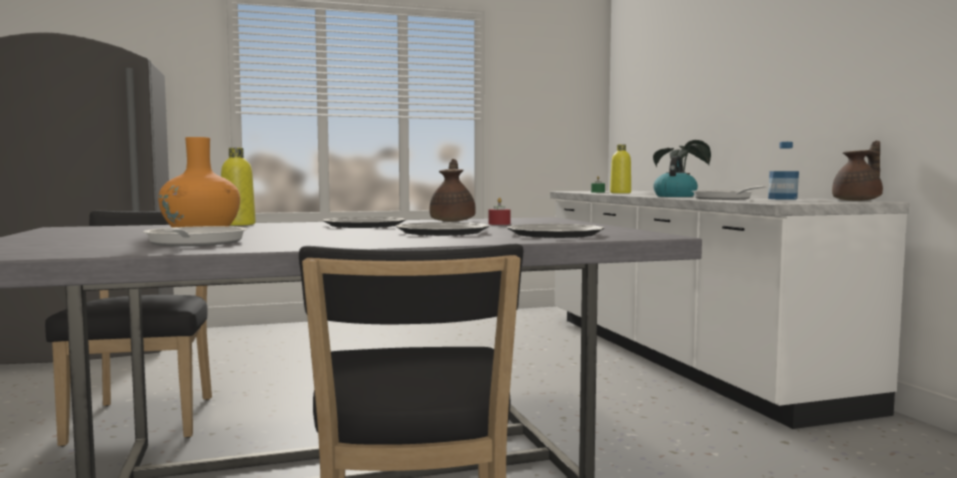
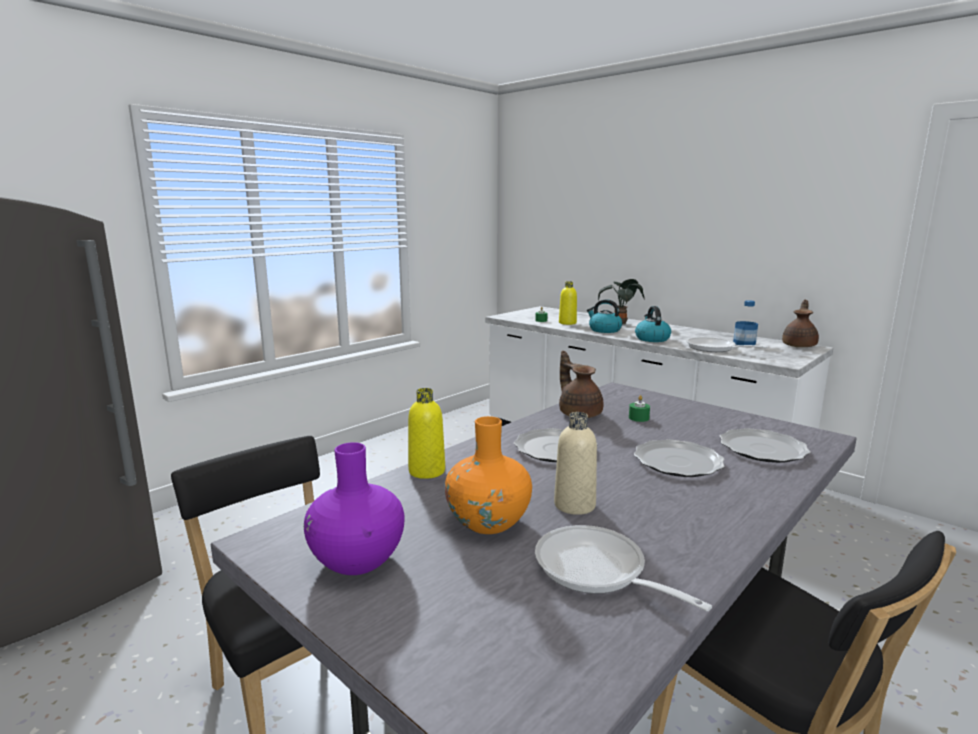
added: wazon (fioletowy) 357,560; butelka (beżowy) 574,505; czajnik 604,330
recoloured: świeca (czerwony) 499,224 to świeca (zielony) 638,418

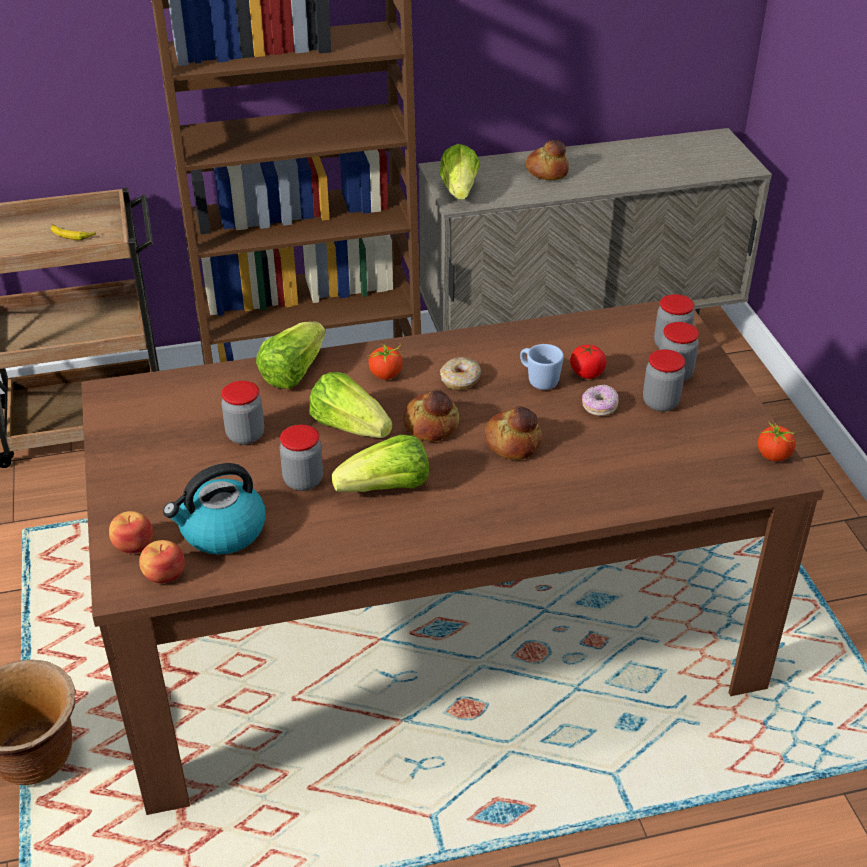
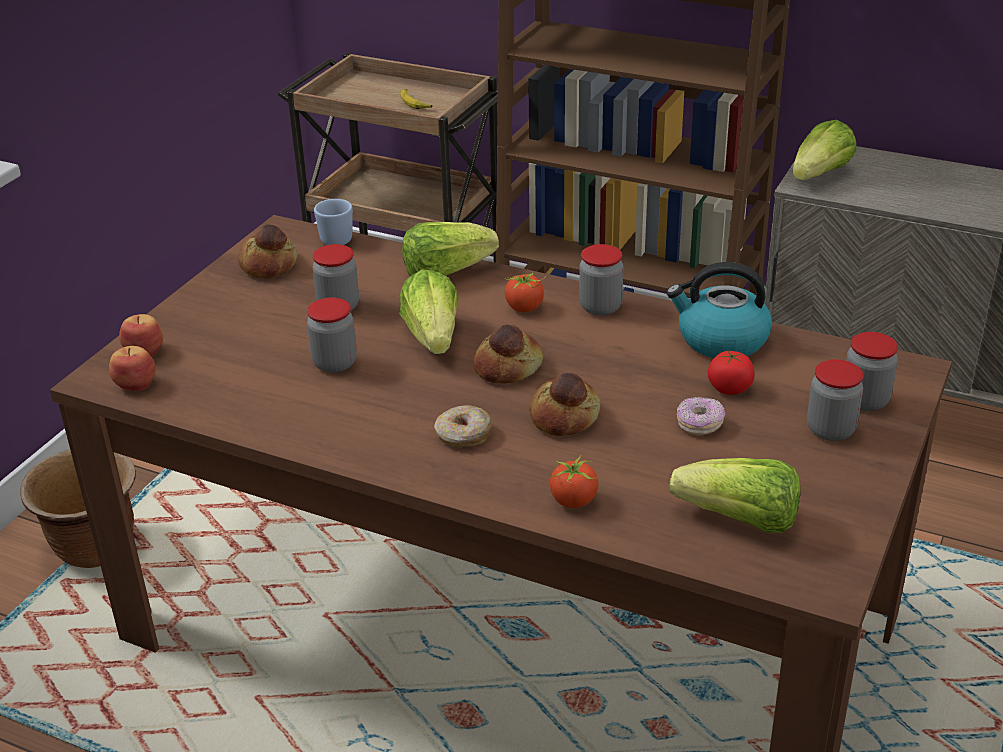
moved: czajnik 222,531 to 721,340; sałata 387,488 to 740,520; donut 460,380 to 463,435; kubek (niebieski) 538,380 to 336,237; chleb 547,171 to 269,265; słoik 660,403 to 600,307; pomidor 774,456 to 573,501

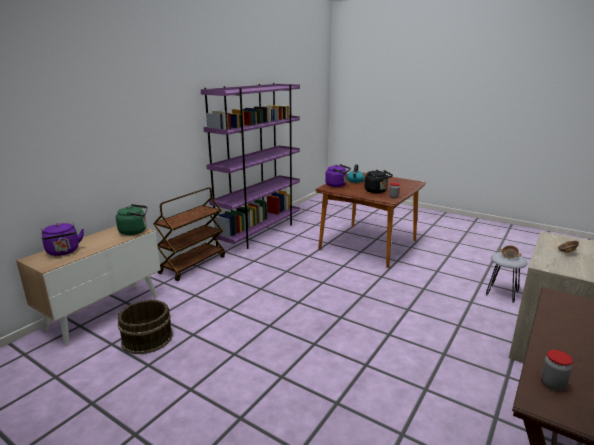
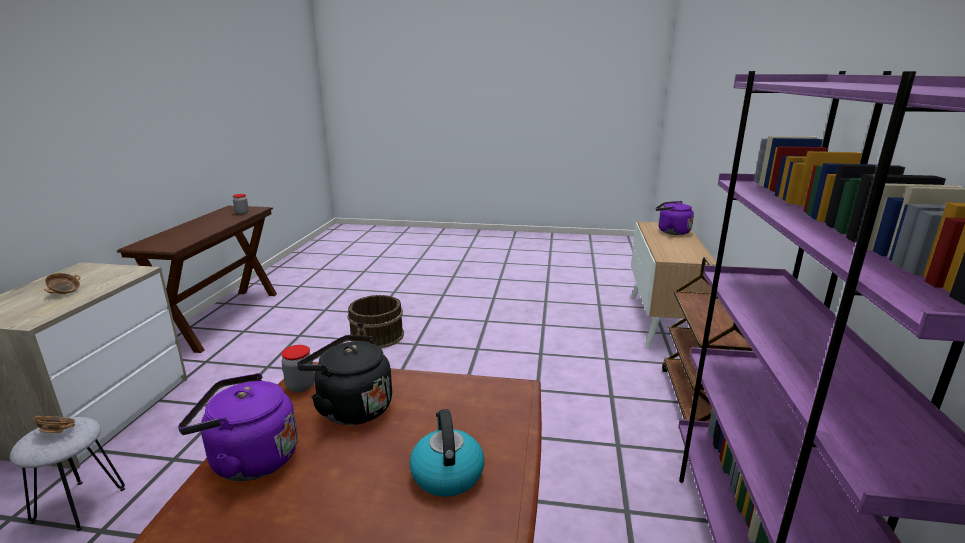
removed: czajnik (zielony) 135,231
moved: wiadro (brązowy) 147,338 to 377,336; czajnik (fioletowy) 337,185 to 249,459

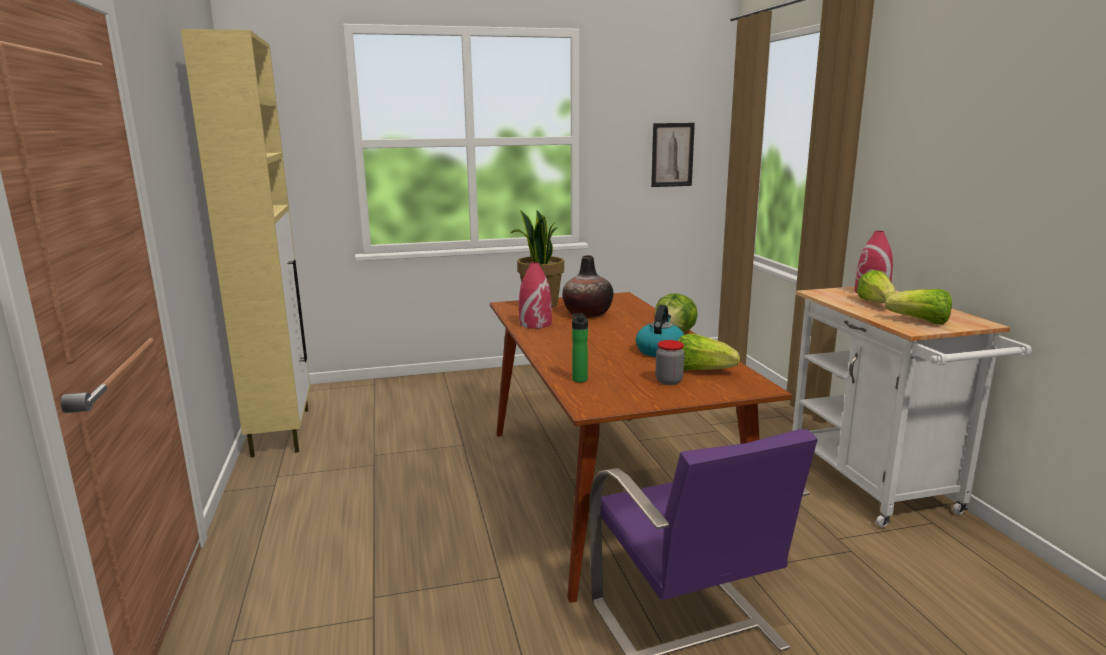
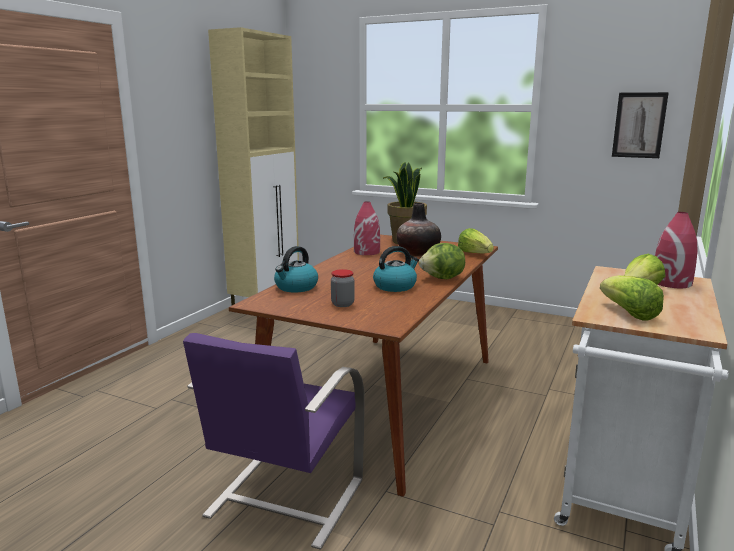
moved: sałata 701,370 to 475,254
replaced: butelka 579,378 to czajnik 296,287

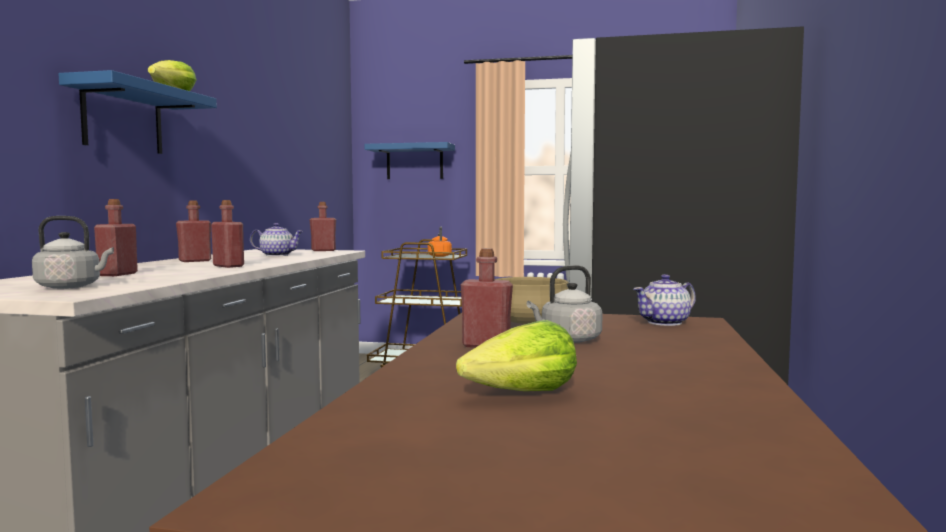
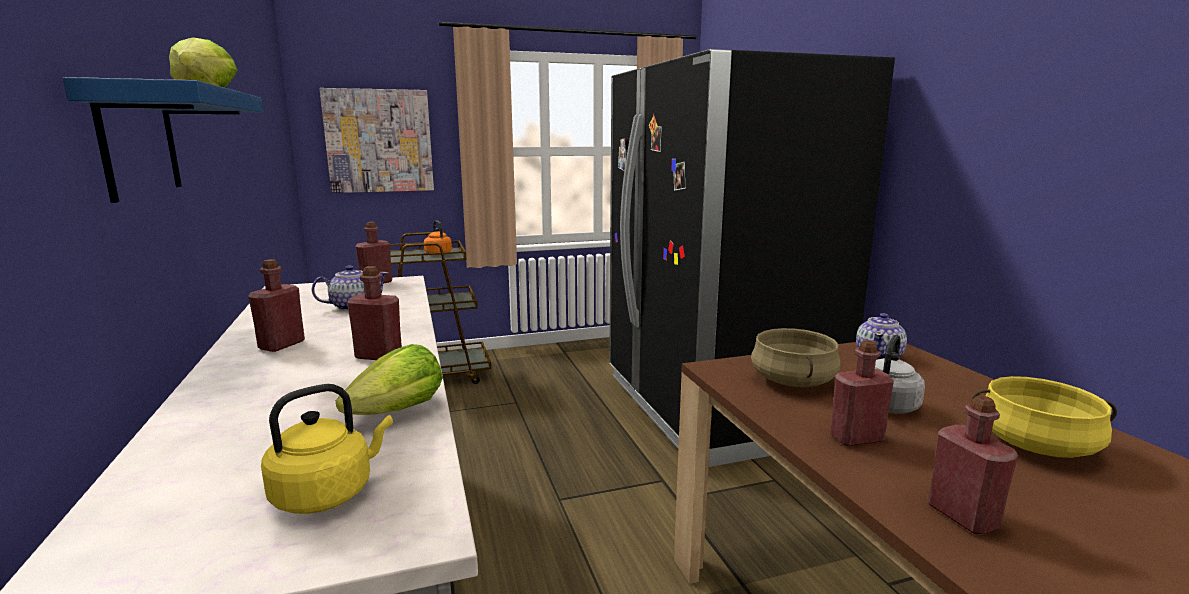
added: garnek (żółty) 1036,445
moved: butelka (czerwony) 117,274 to 962,516; sałata 523,394 to 398,412
replaced: półka (niebieski) 414,162 to obraz 379,141
recoloured: czajnik (szary) 72,287 to czajnik (żółty) 328,493

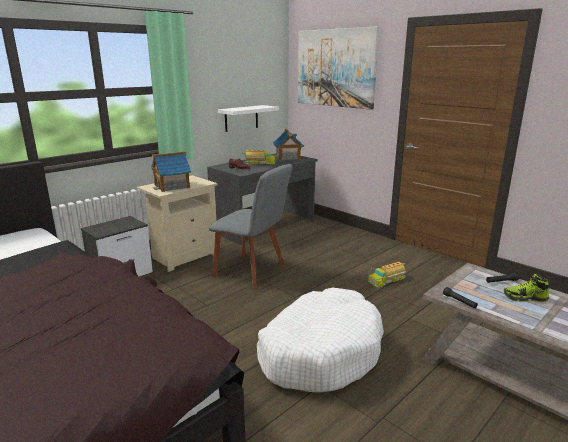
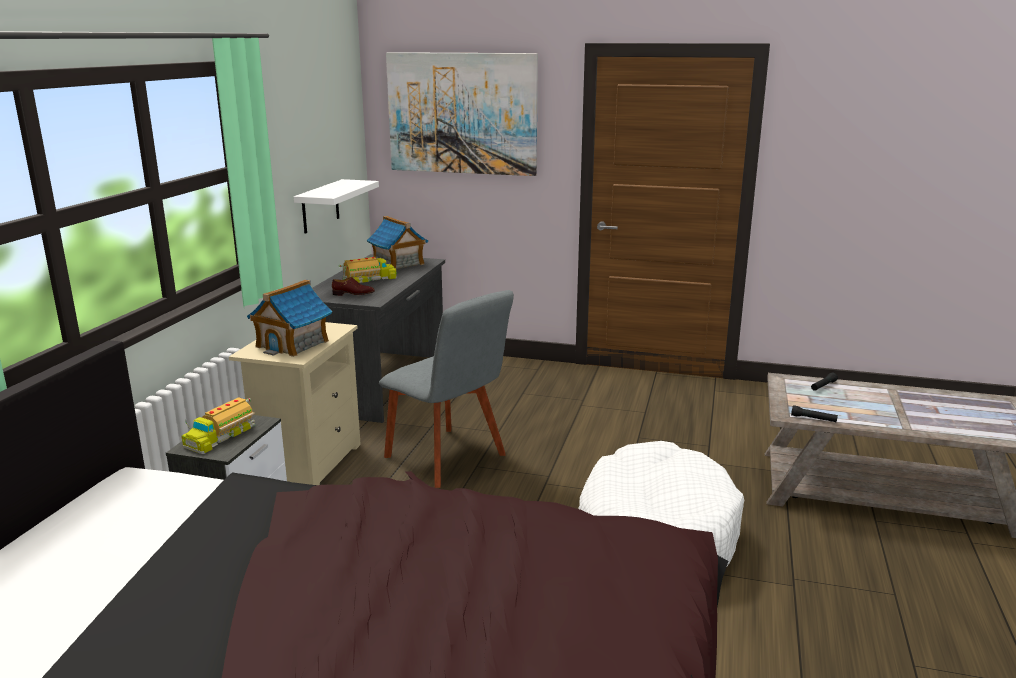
removed: but 525,298
moved: ciężarówka zabawkowa 386,279 to 220,436
turned: krzesło (szary) 252,272 = 449,458 45 degrees clockwise

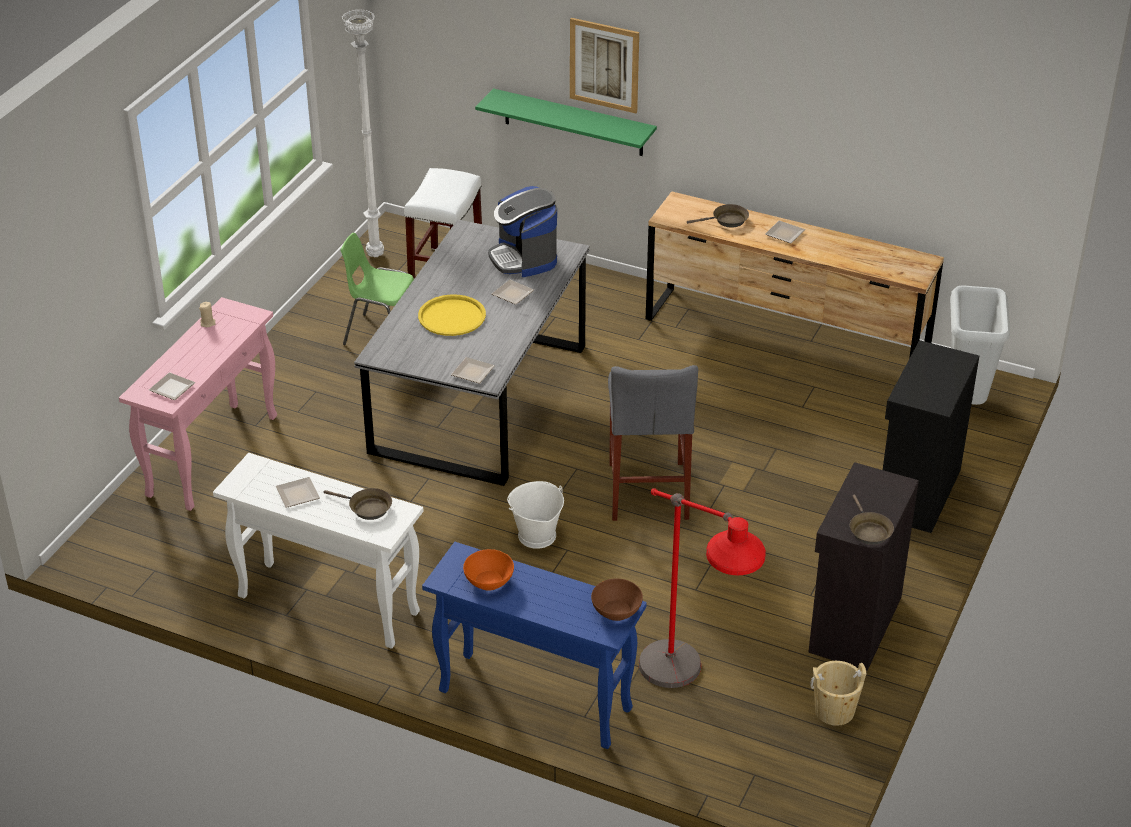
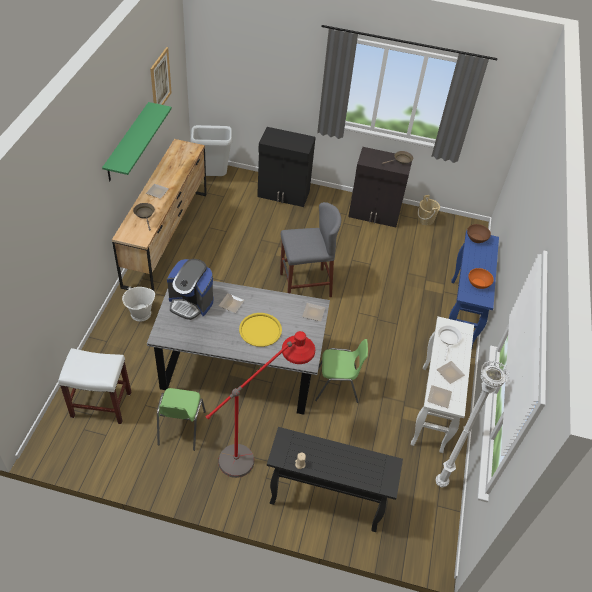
added: krzesło (zielony) 337,387
moved: talerz 172,387 to 438,398; lampa stojąca (biały) 375,255 to 440,483; półka (zielony) 573,123 to 127,142; wiadro (biały) 536,535 to 141,314; obraz 604,65 to 160,81; lampa stojąca (czerwony) 690,695 to 258,448
recoloured: stolik konsolowy (różowy) 213,455 to stolik konsolowy (czarny) 324,502; patelnia (brązowy) 367,508 to patelnia (biały) 448,339
turned: ekspres do kawy 524,258 = 191,303 60 degrees clockwise

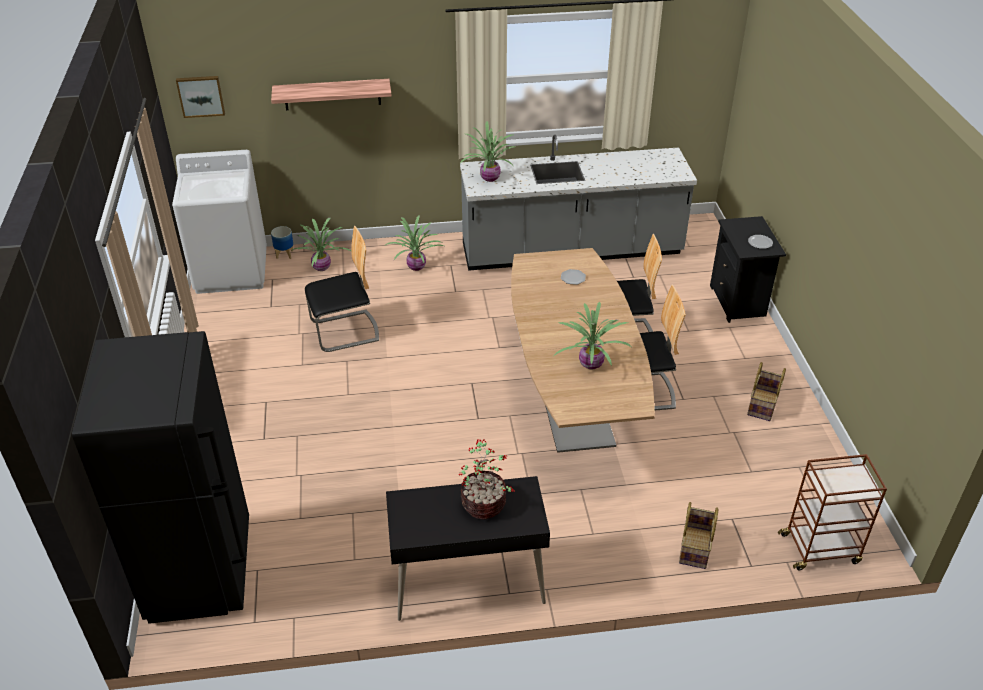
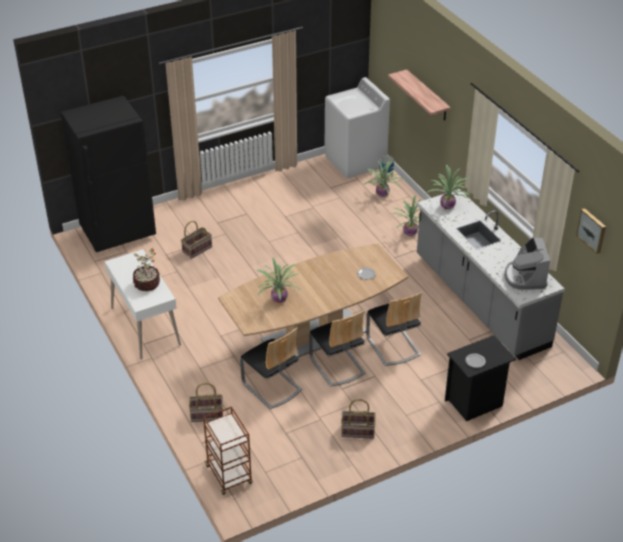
added: koszyk 197,249; ekspres do kawy 525,277
moved: obraz 201,96 to 592,230; krzesło 345,331 to 271,387
recoloured: biurko (czarny) 468,582 to biurko (biały) 145,326

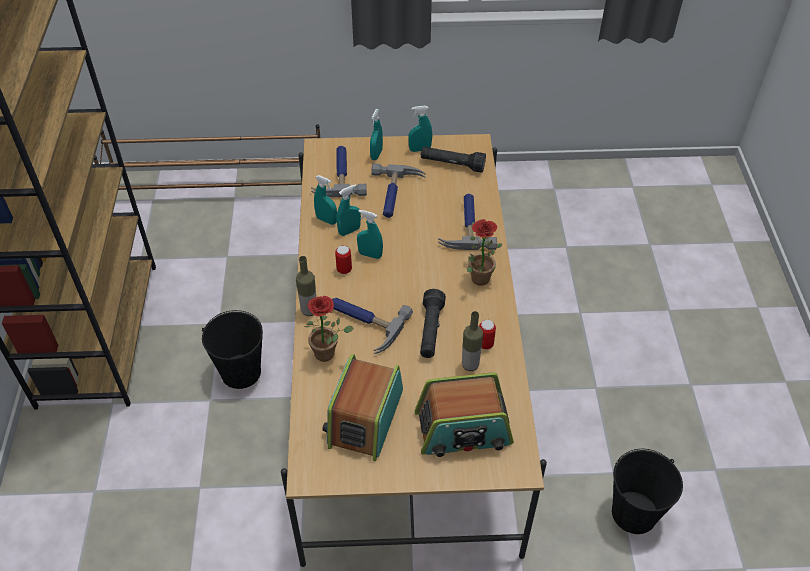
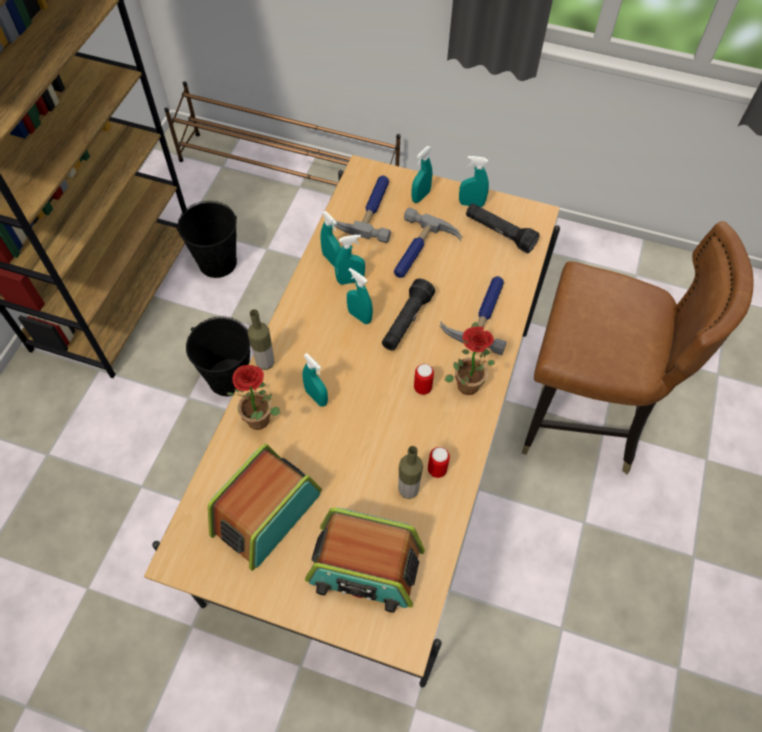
added: krzesło (brązowy) 580,419
moved: puszka 344,269 to 422,388; latarka (czarny) 430,330 to 406,322; wiadro (czarny) 634,513 to 218,262
replaced: młotek 364,323 to spryskiwacz (turkusowy) 316,397

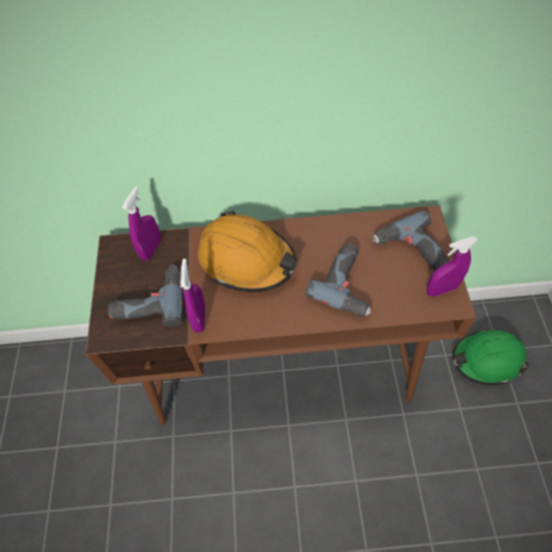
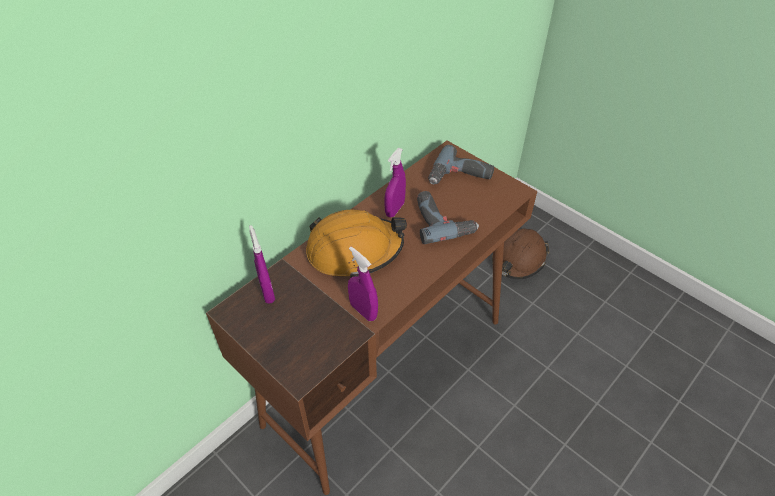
removed: wiertarka 149,300
moved: spryskiwacz (fioletowy) 441,289 to 395,209
recoloured: kask (zielony) 486,360 to kask (brązowy) 518,260

